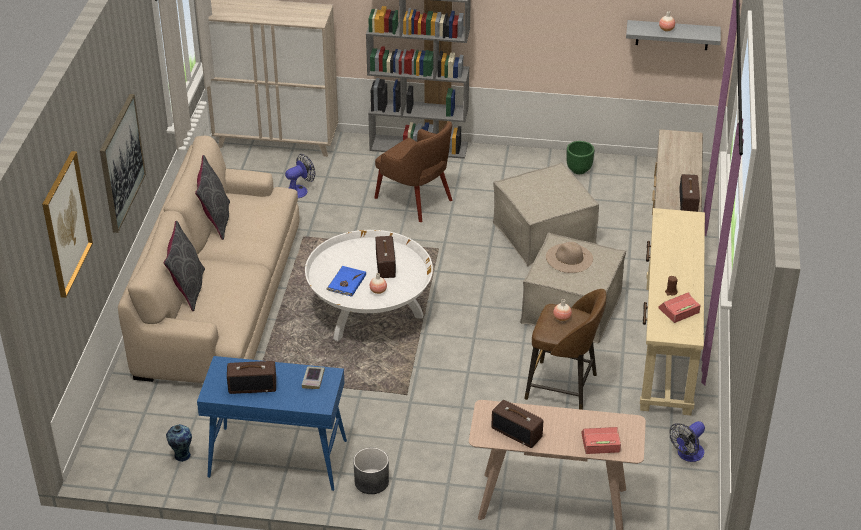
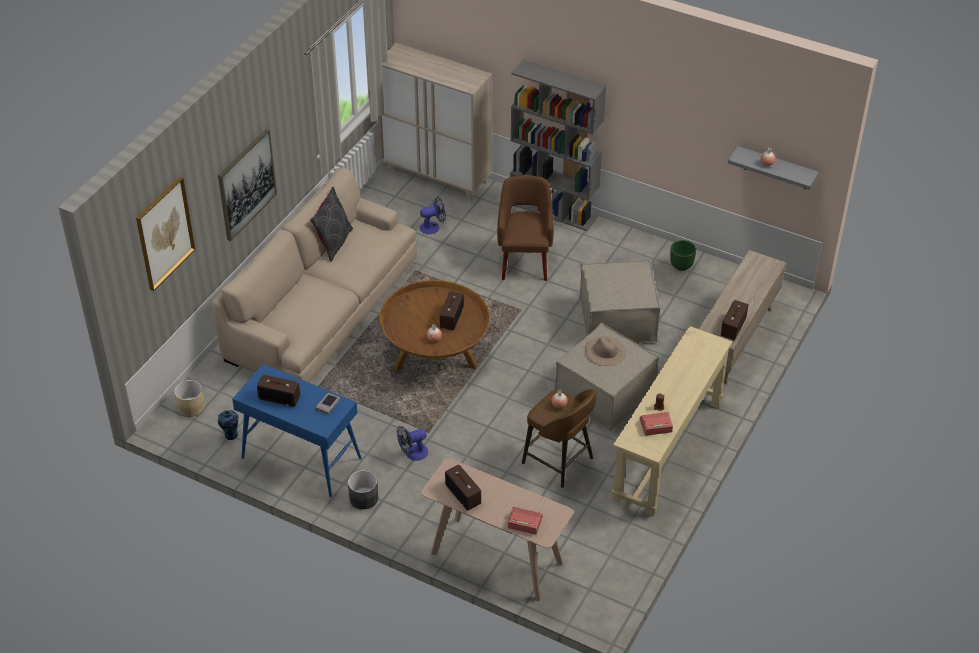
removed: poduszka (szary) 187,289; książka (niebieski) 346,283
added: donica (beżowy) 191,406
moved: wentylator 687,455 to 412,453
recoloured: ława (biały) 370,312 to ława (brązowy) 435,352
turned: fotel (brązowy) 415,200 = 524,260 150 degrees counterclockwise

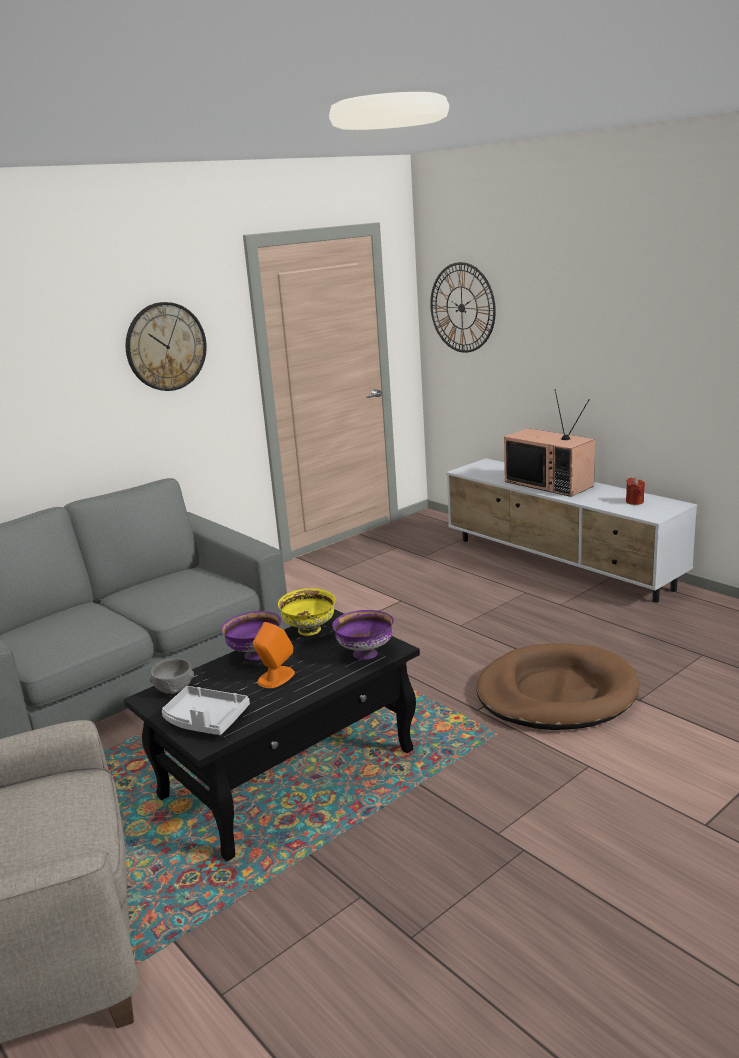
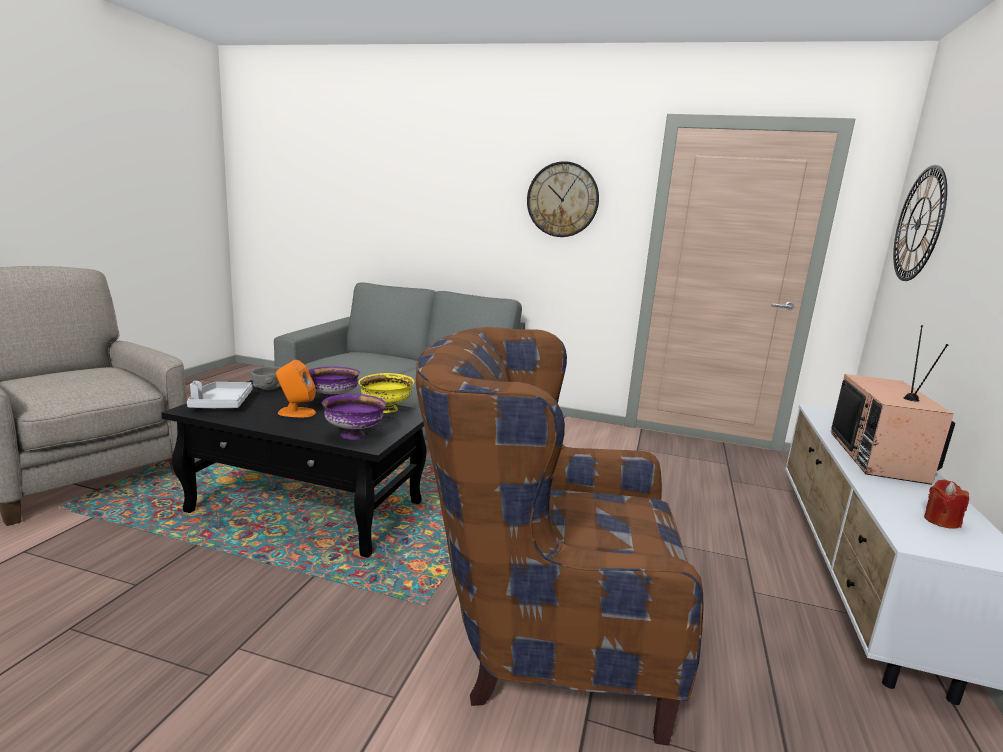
replaced: legowisko (brązowy) 556,693 to fotel (brązowy) 541,633

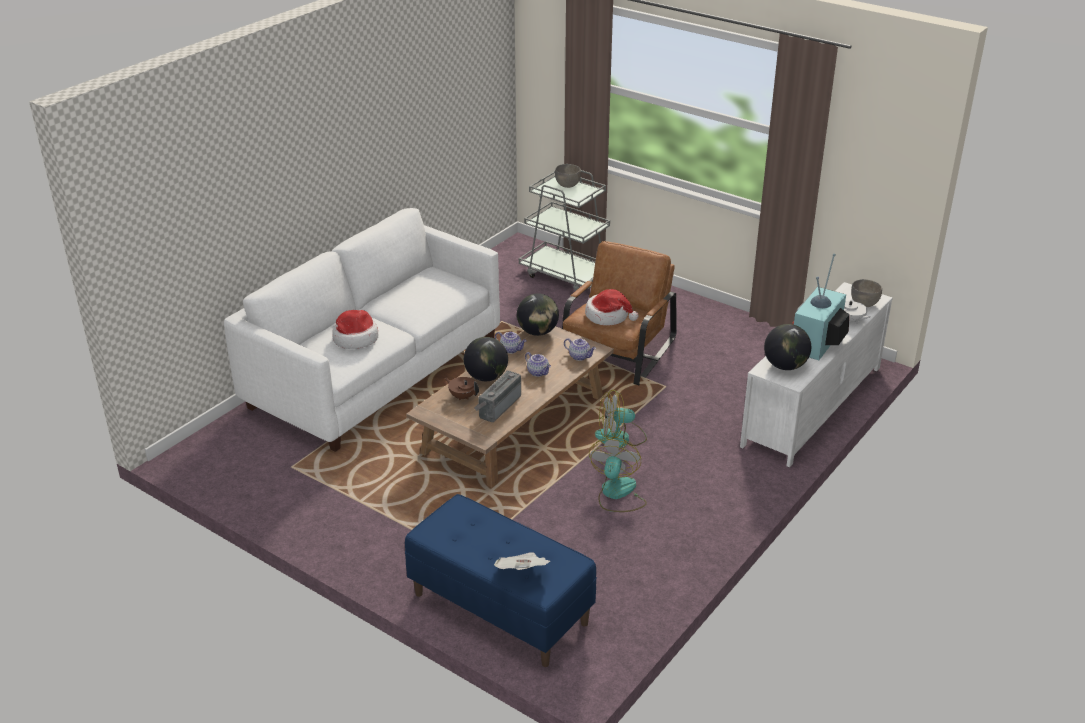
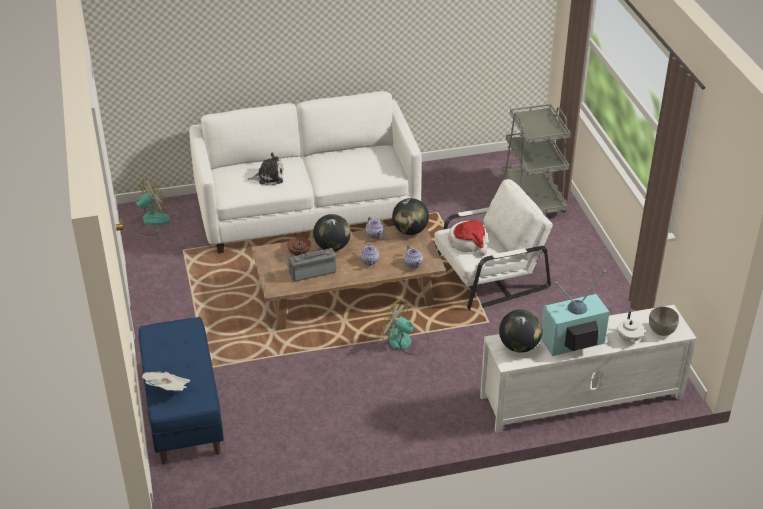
removed: miska (szary) 567,185
moved: wentylator 617,494 to 150,222
replaced: kapelusz 355,338 to pluszak 268,177
recoloured: fotel (brązowy) 617,352 to fotel (biały) 489,277

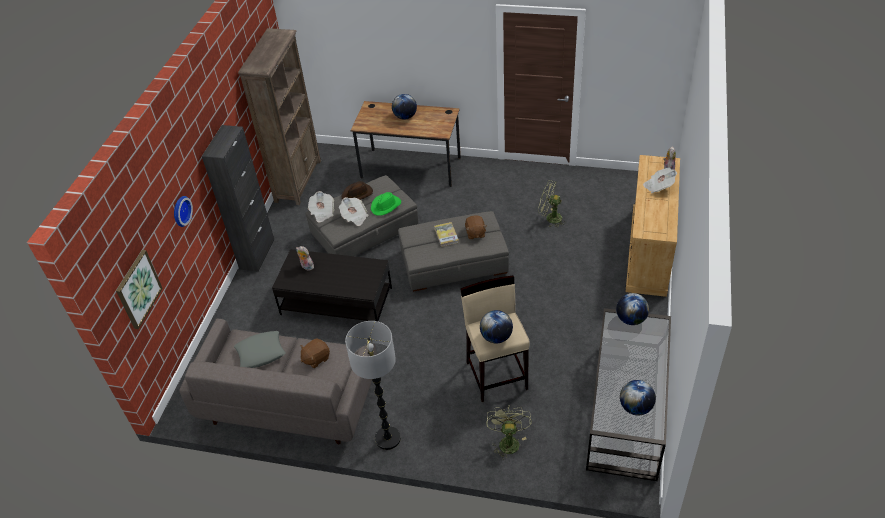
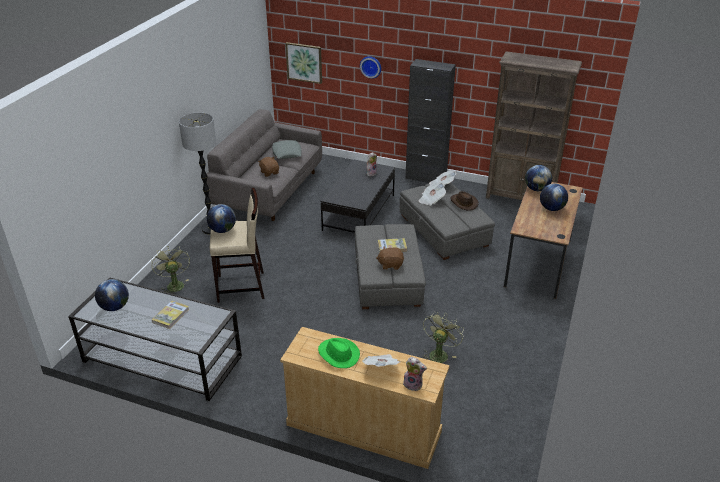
added: książka 170,316
moved: kapelusz (zielony) 386,206 to 338,354; globus 631,319 to 536,189
turned: wentylator (zielony) 508,441 = 174,284 120 degrees counterclockwise

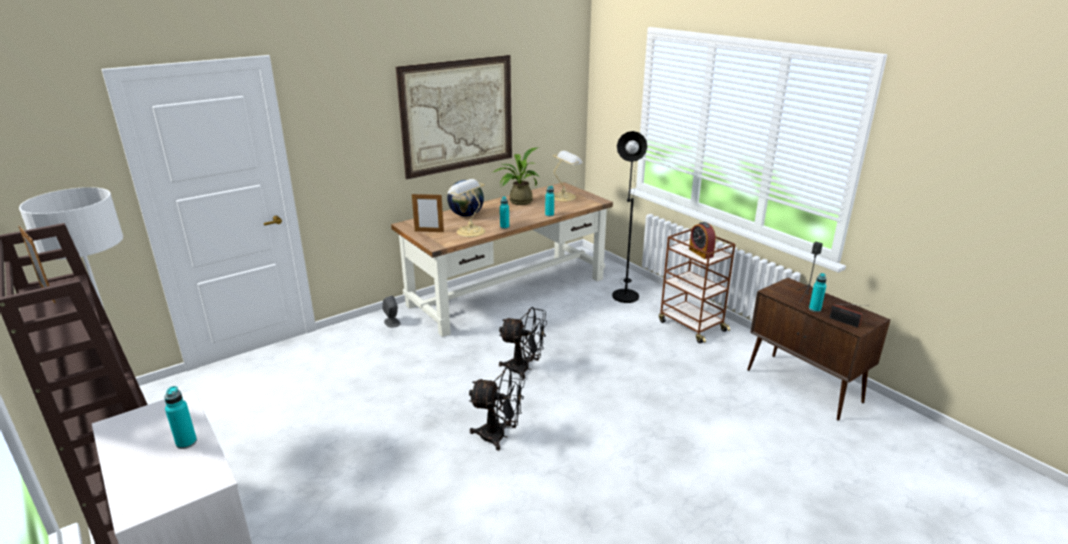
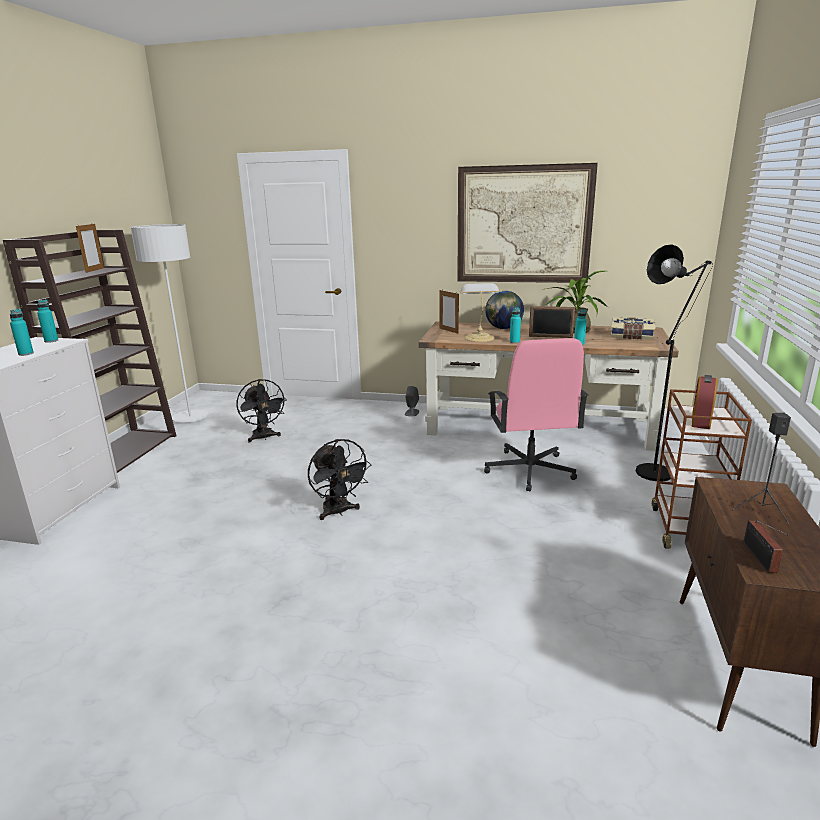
added: krzesło biurowe (różowy) 529,470; ramka na zdjęcie 550,337
moved: wentylator (czarny) 524,368 to 264,437; butelka (turkusowy) 814,309 to 51,341
replaced: lampa stołowa 564,196 to książka 631,336

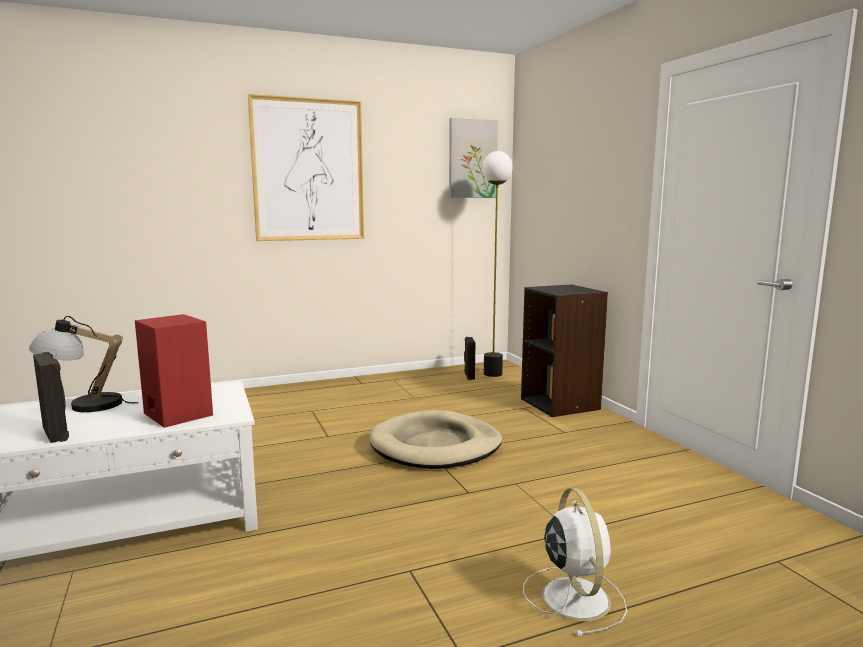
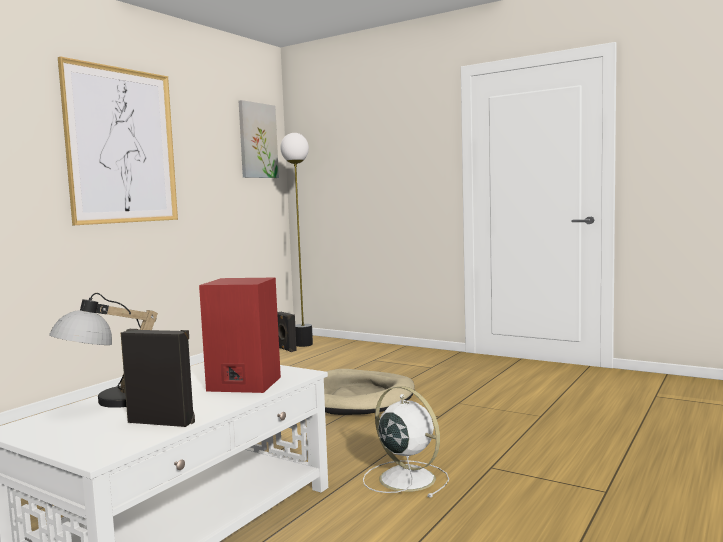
removed: regał (czarny) 560,404
moved: wentylator (biały) 574,596 to 405,478

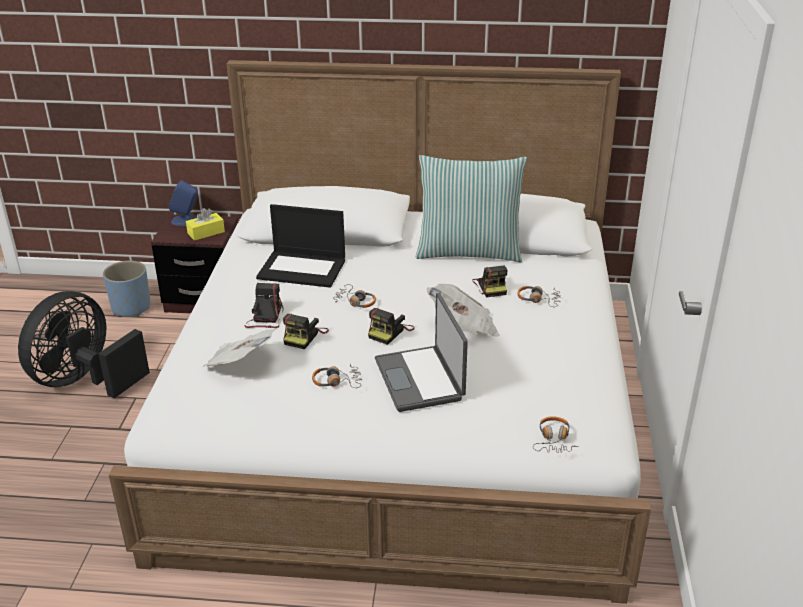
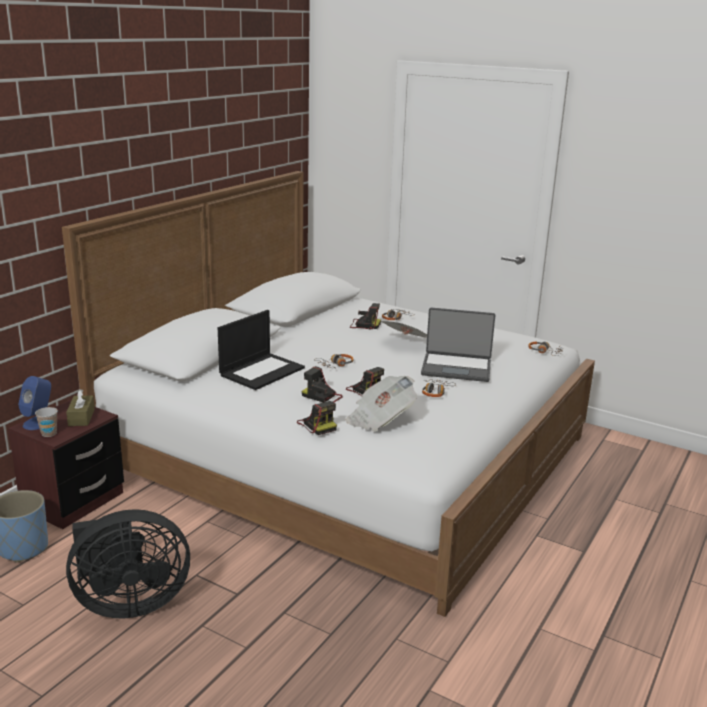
removed: poduszka 468,252
added: filiżanka 49,433
moved: aparat fotograficzny 390,332 to 317,425
recoloured: pudełko chusteczek (żółty) 206,233 to pudełko chusteczek (brązowy) 81,417
turned: wentylator (czarny) 85,380 = 128,603 75 degrees counterclockwise

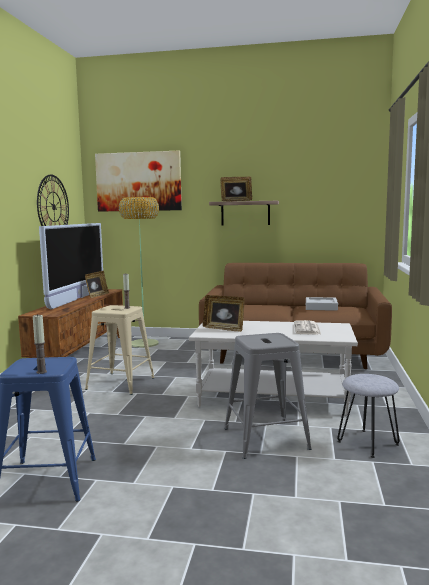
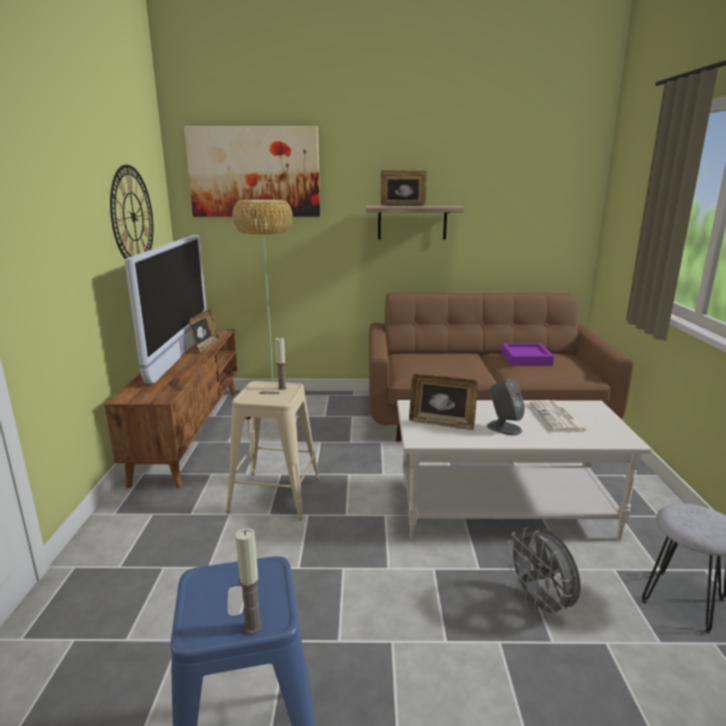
added: głośnik (szary) 503,428
replaced: stołek (szary) 265,438 to wentylator (szary) 540,604
recoloured: taca (szary) 321,307 to taca (fioletowy) 526,359

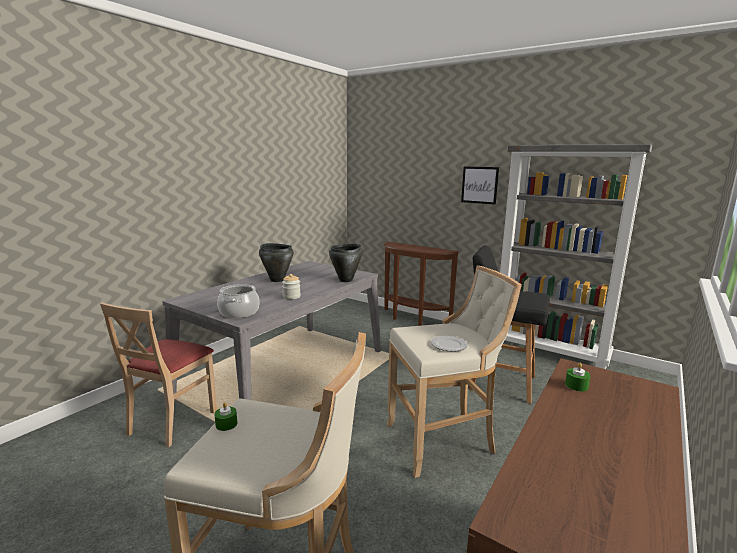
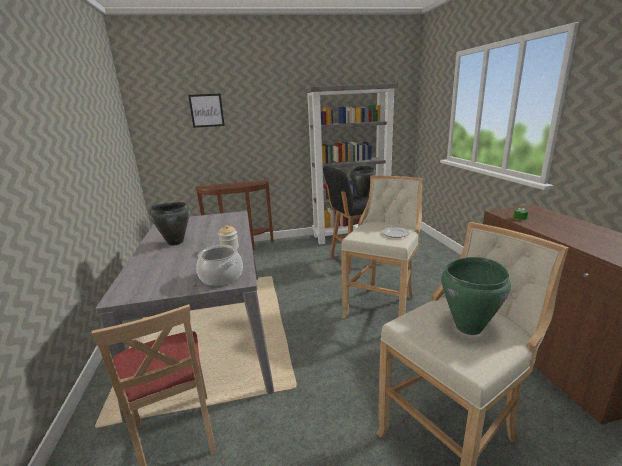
removed: świeca (zielony) 226,424
added: garnek (zielony) 469,327
moved: garnek (czarny) 346,280 to 363,196; obraz 479,185 to 206,110

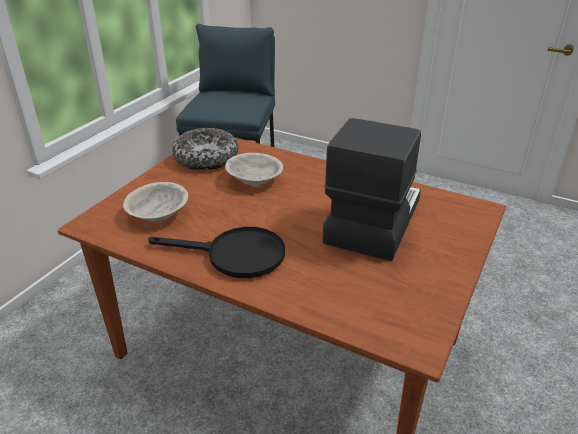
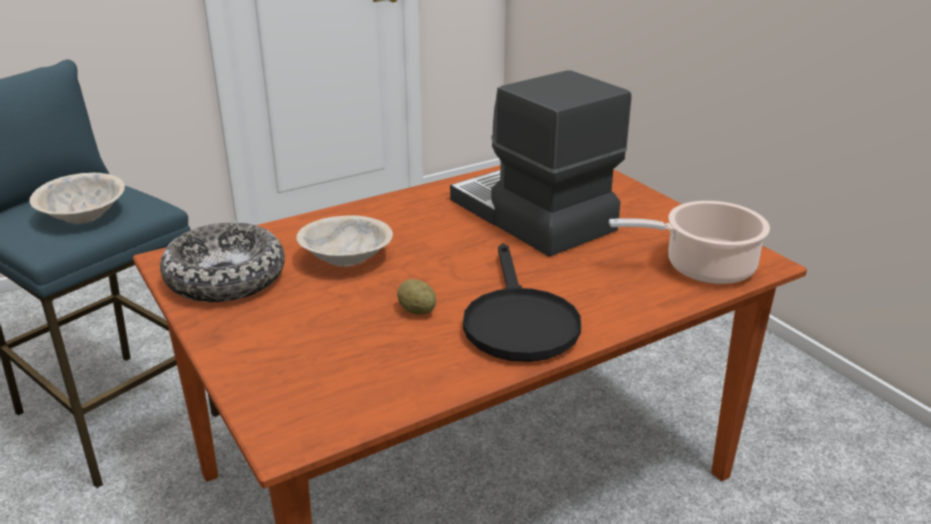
added: ziemniak 417,311; garnek 703,267
moved: miska (beżowy) 158,214 to 84,215
turned: patelnia (czarny) 235,255 = 517,321 135 degrees clockwise

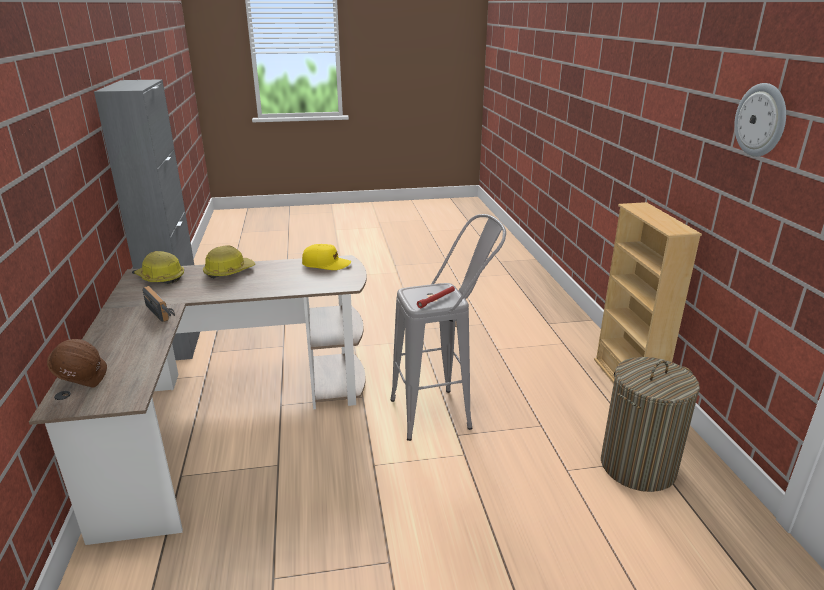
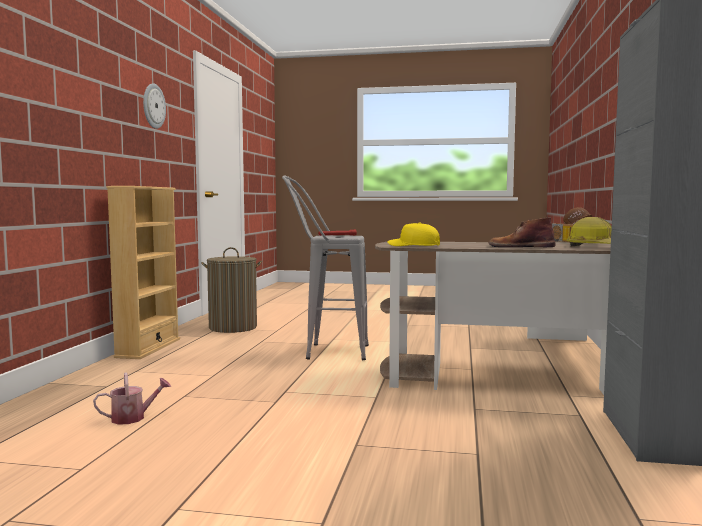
added: konewka 133,417
replaced: kask 229,271 to but z cholewką (brązowy) 520,247

